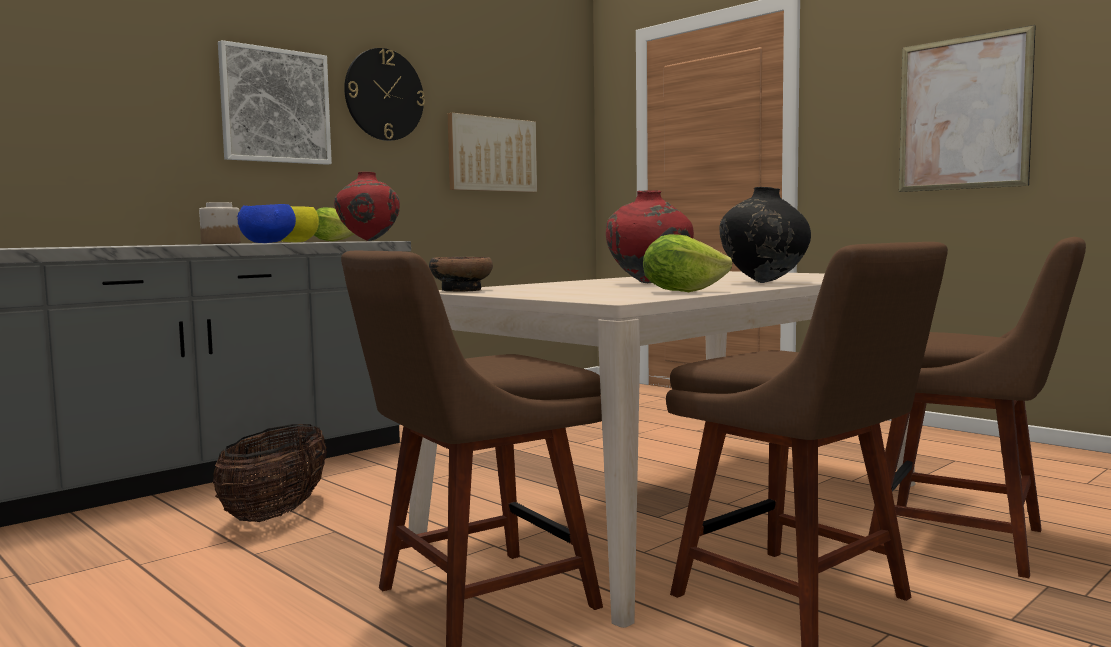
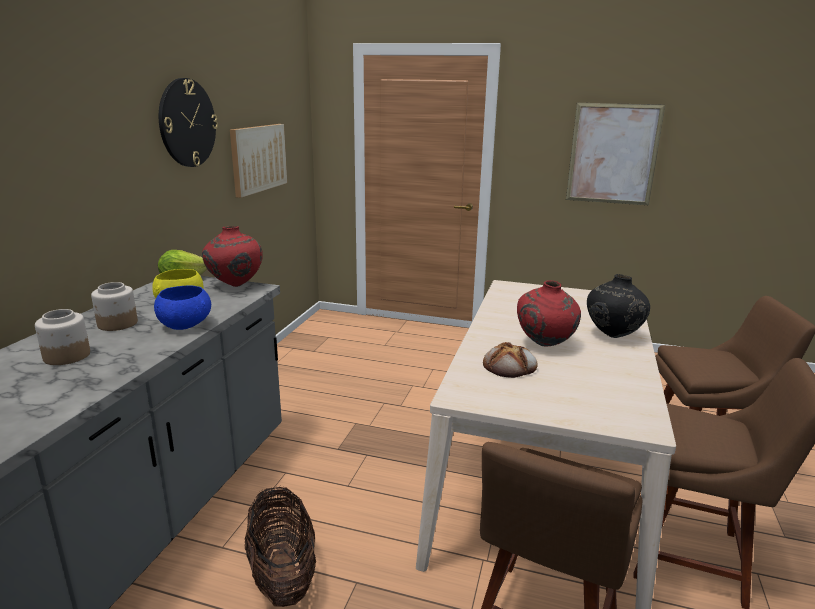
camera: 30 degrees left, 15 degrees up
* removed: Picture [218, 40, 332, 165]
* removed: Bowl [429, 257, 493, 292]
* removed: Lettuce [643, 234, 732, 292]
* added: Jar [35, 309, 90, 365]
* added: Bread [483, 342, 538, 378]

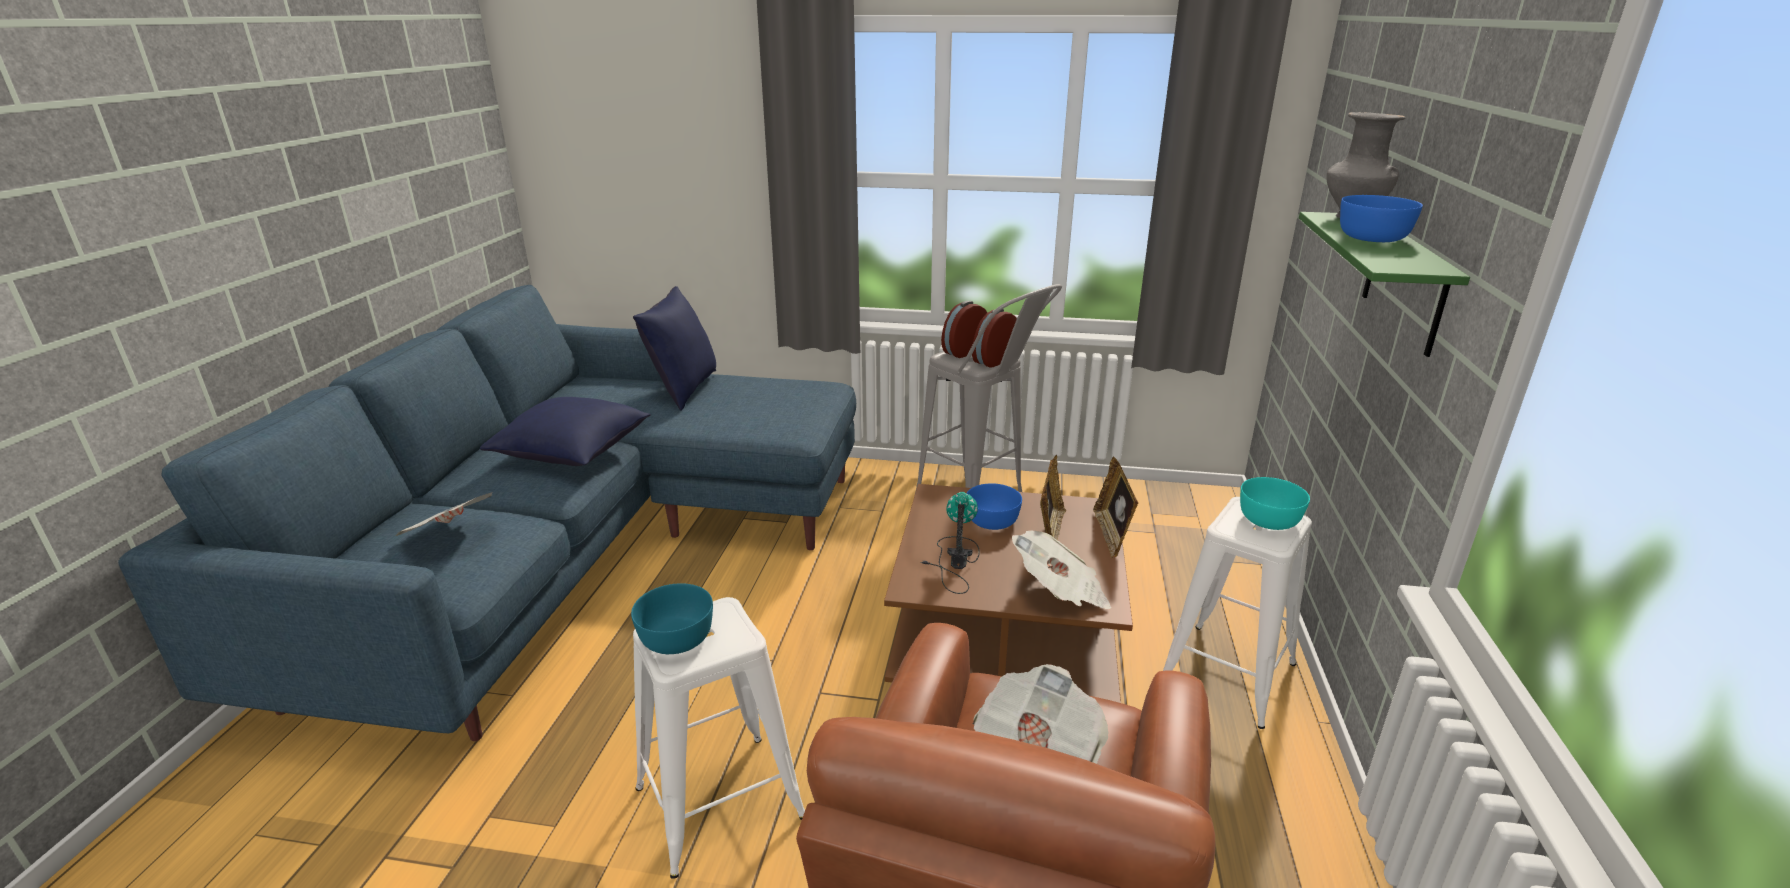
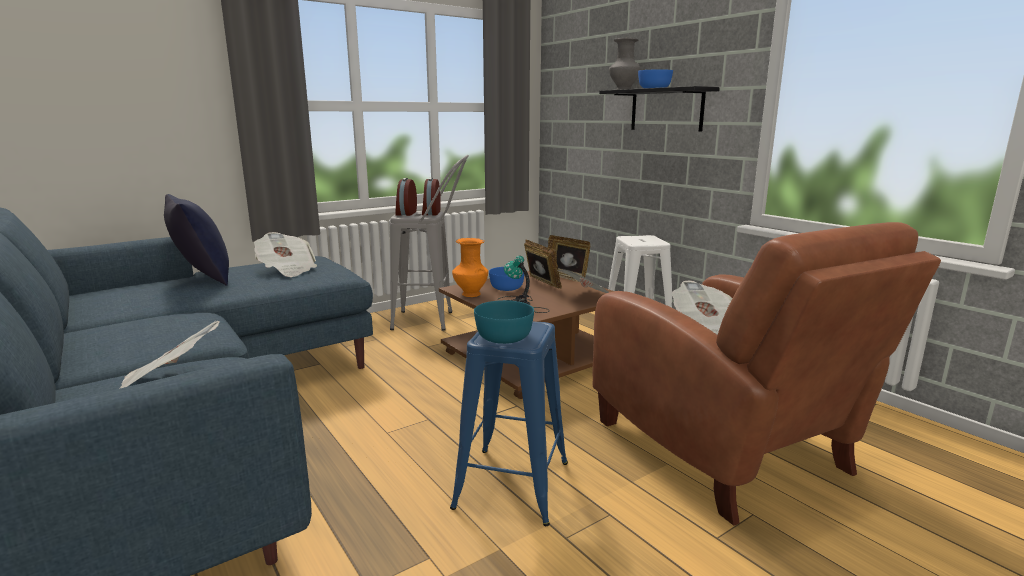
camera: 45 degrees left, 10 degrees down
* removed: BluePillow [480, 397, 651, 466]
* recoloured: WhiteStool [633, 597, 805, 879] to BlueStool [450, 322, 568, 526]
* removed: TurquoiseBowl [1240, 477, 1310, 530]
* recoloured: GreenShelf [1299, 212, 1470, 357] to BlackShelf [599, 86, 720, 131]
* added: Newspaper [254, 232, 317, 277]
* added: OrangeVase [452, 238, 488, 297]

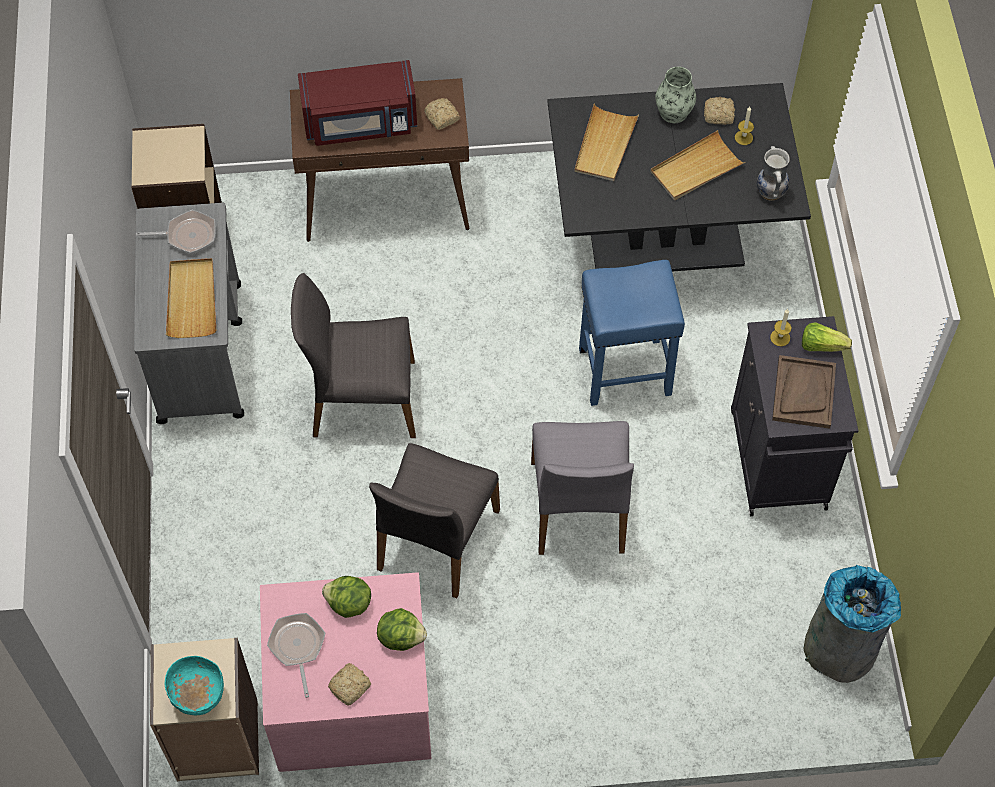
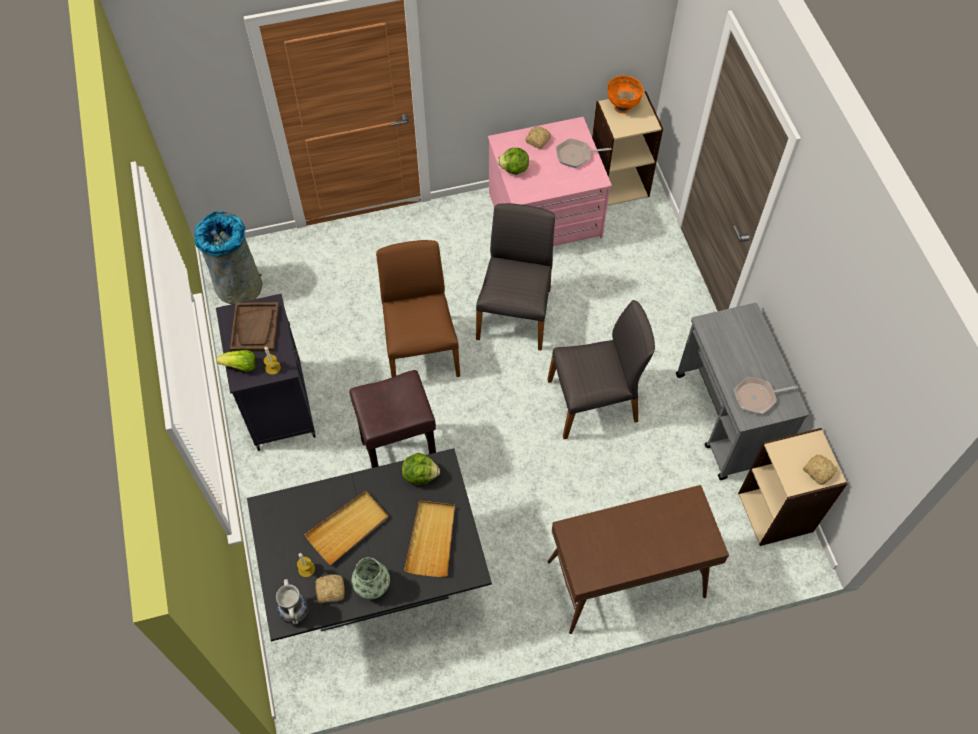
camera: 170 degrees right, 0 degrees up
* recoloured: TurquoiseBowl [165, 656, 224, 716] to OrangeBowl [608, 76, 644, 113]
* removed: BeigeTray [166, 258, 216, 338]
* turned: FryingPan [267, 613, 325, 698] = [556, 138, 612, 168] 105 degrees clockwise
* removed: RedMicrowave [298, 60, 417, 146]
* moved: Lettuce [322, 576, 371, 618] to [402, 453, 440, 485]
* moved: Bread [424, 98, 460, 130] to [803, 455, 836, 485]
* recoloured: GreyChair [531, 421, 634, 555] to BrownChair [376, 240, 460, 377]
* recoloured: BlueStool [579, 260, 685, 406] to BrownStool [349, 370, 436, 468]
* moved: Vase [757, 146, 790, 201] to [276, 579, 308, 624]

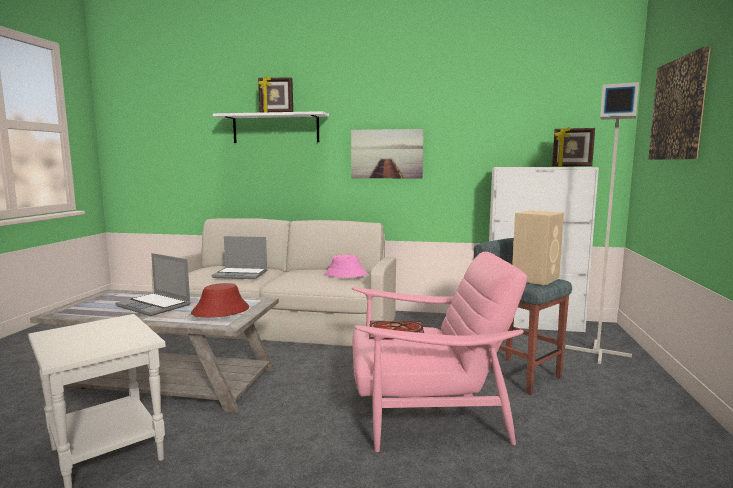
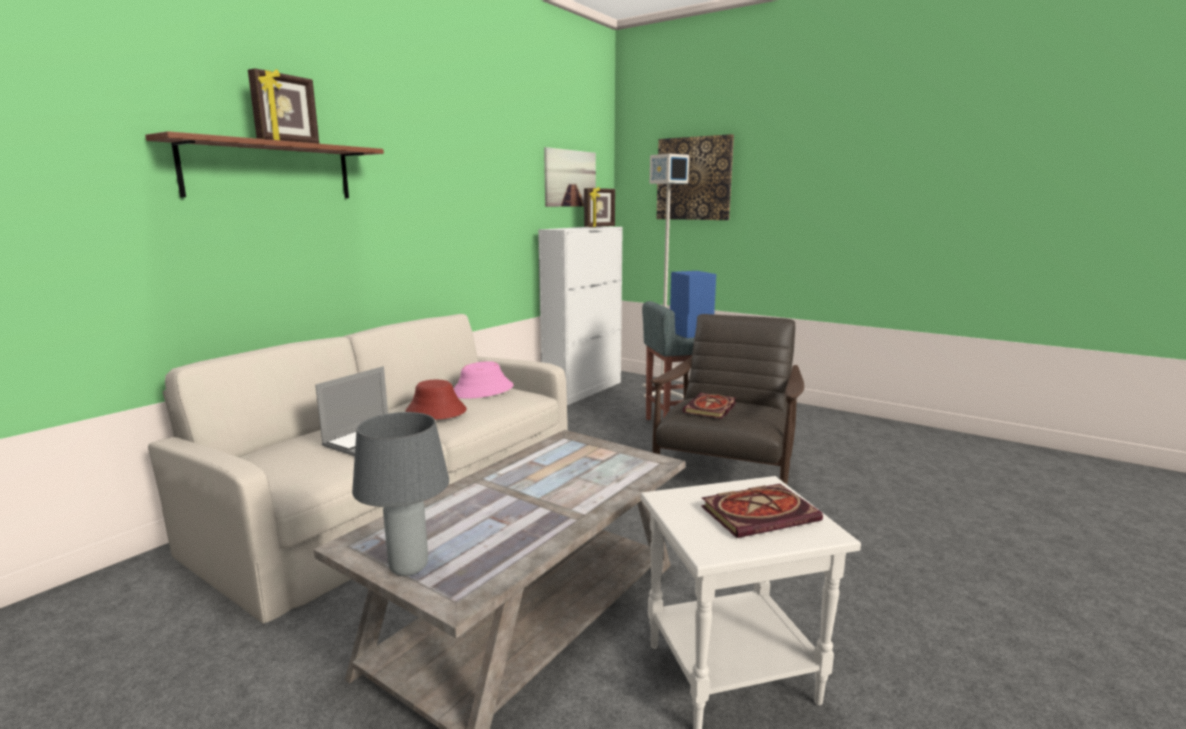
camera: 65 degrees left, 5 degrees up
* removed: Laptop [115, 253, 191, 316]
* moved: RedHat [191, 283, 249, 318] to [406, 380, 467, 420]
* recoloured: WhiteShelf [213, 111, 329, 143] to BrownShelf [145, 131, 384, 198]
* moved: Picture [351, 129, 424, 179] to [544, 147, 596, 207]
* recoloured: PinkArmchair [352, 252, 527, 452] to BrownArmchair [650, 314, 804, 485]
* recoloured: BeigeSpeaker [512, 210, 564, 285] to BlueSpeaker [670, 271, 716, 338]
* added: GreyTableLamp [352, 412, 449, 576]
* added: Book [701, 484, 823, 538]

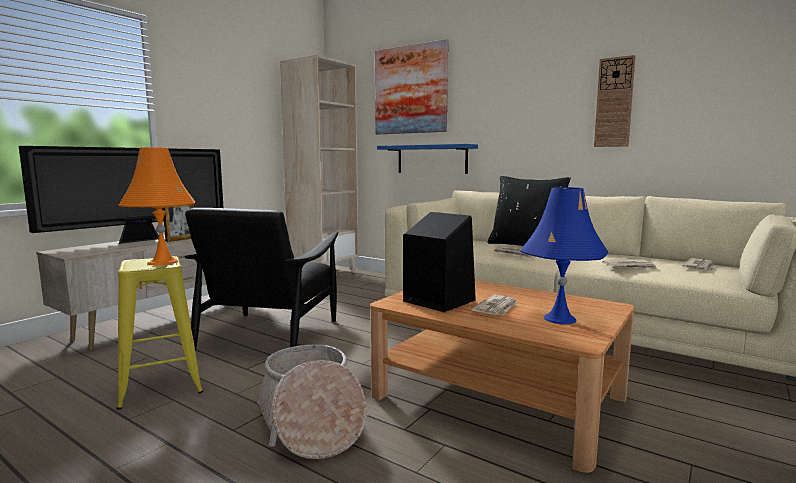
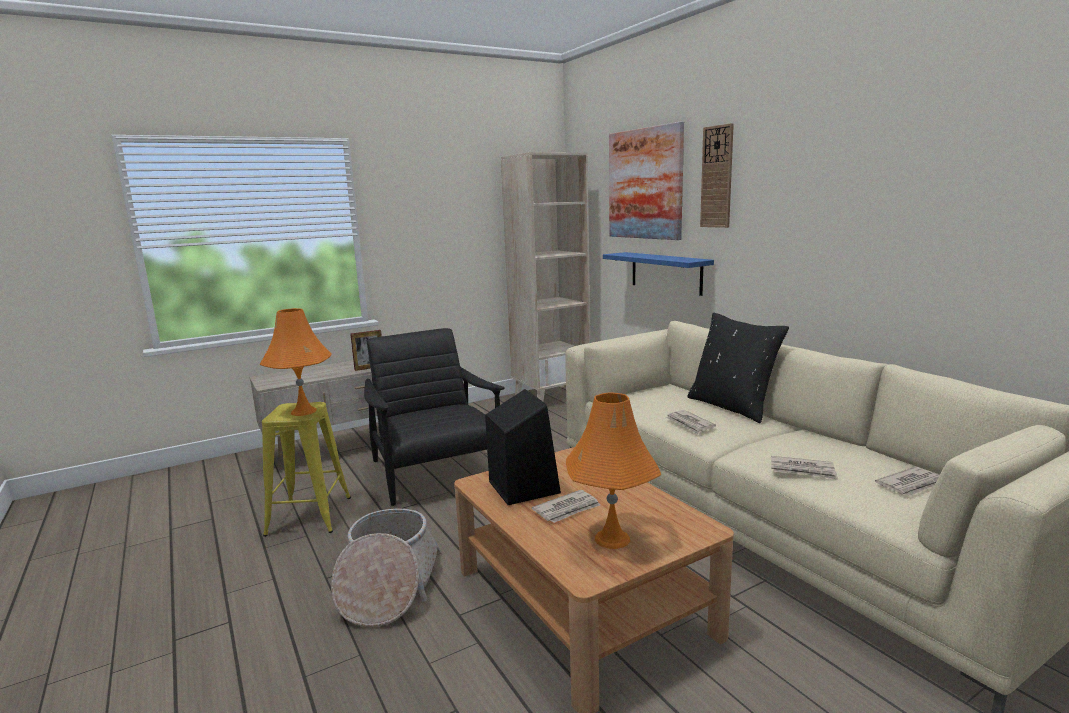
camera: 25 degrees right, 5 degrees up
* removed: Television [19, 146, 223, 244]
* turned: BlackArmchair [185, 208, 338, 351] = [364, 328, 505, 506] 120 degrees clockwise
* recoloured: BlueTableLamp [520, 187, 608, 324] to OrangeTableLamp [566, 392, 661, 549]
* moved: WallClock [594, 55, 636, 147] to [700, 123, 734, 228]

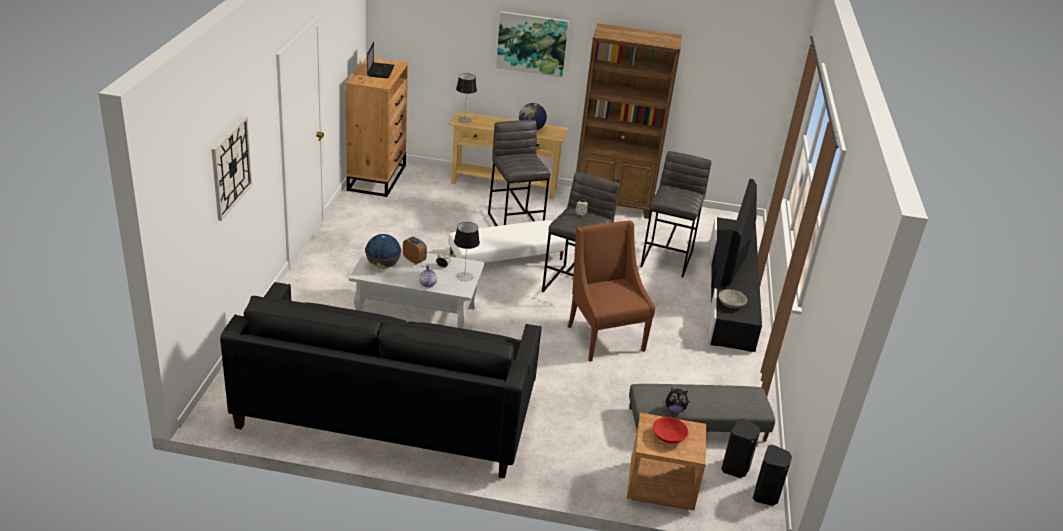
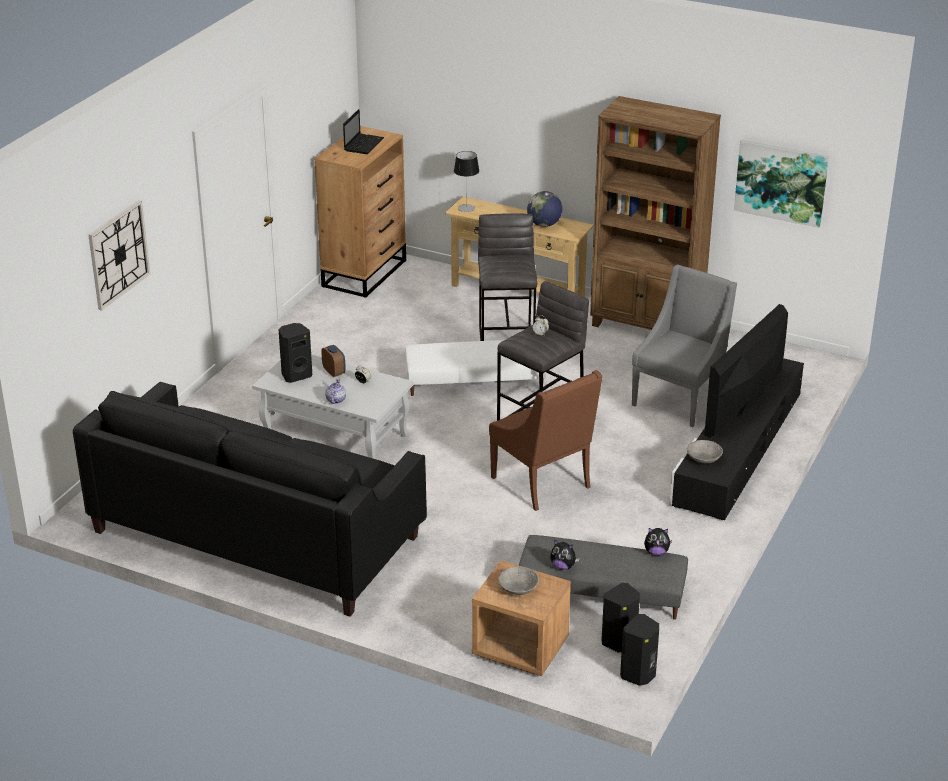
camera: 20 degrees right, 0 degrees up
* replaced: Globe [365, 234, 402, 269] to BlackSpeaker [278, 323, 312, 383]
* removed: TableLamp [454, 222, 480, 281]
* moved: Picture [496, 11, 569, 77] to [734, 140, 829, 228]
* turned: BrownArmchair [567, 220, 655, 362] = [489, 370, 602, 511] 150 degrees clockwise
* replaced: GreyStool [641, 151, 711, 277] to GreyArmchair [632, 265, 737, 427]
* recoloured: RedBowl [653, 417, 689, 444] to GreyBowl [498, 566, 539, 595]
* added: PlushToy [644, 528, 672, 555]

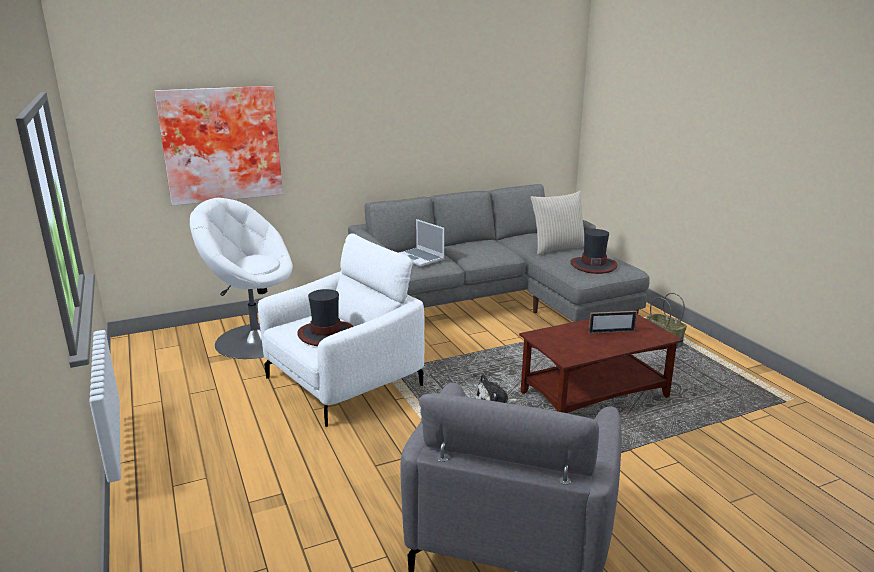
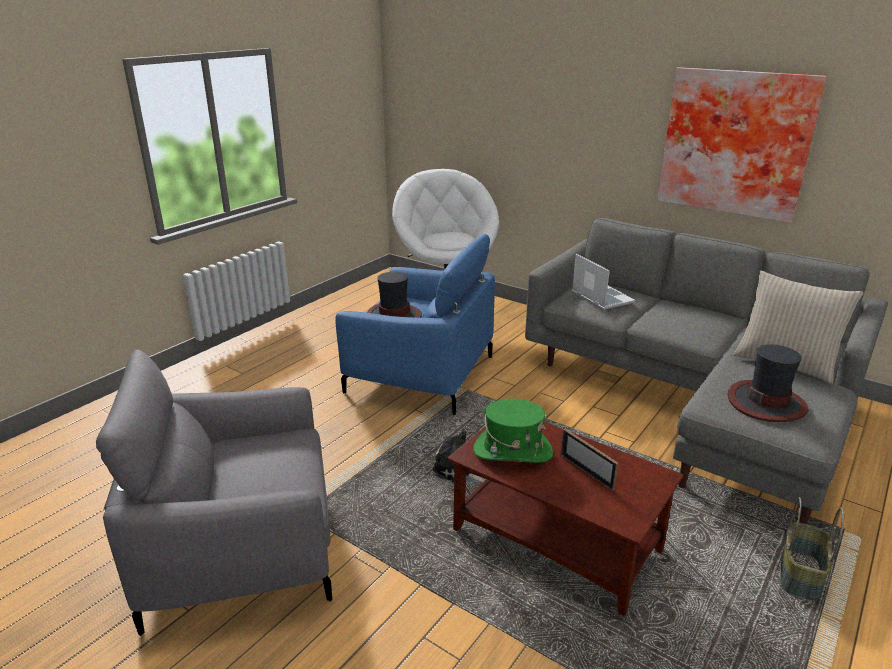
camera: 60 degrees right, 5 degrees up
* moved: Picture [154, 86, 283, 206] to [657, 67, 827, 223]
* recoloured: WhiteArmchair [258, 233, 424, 427] to BlueArmchair [335, 234, 495, 415]
* turned: Laptop [399, 219, 444, 267] = [572, 254, 635, 310] 135 degrees clockwise
* added: GreenHat [473, 399, 553, 463]

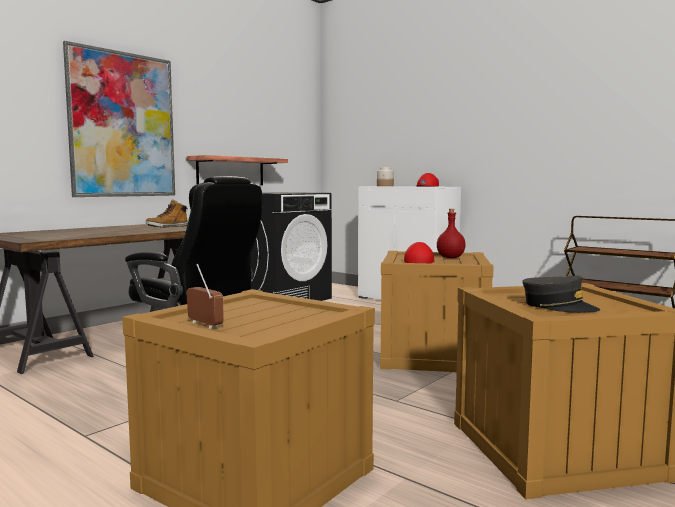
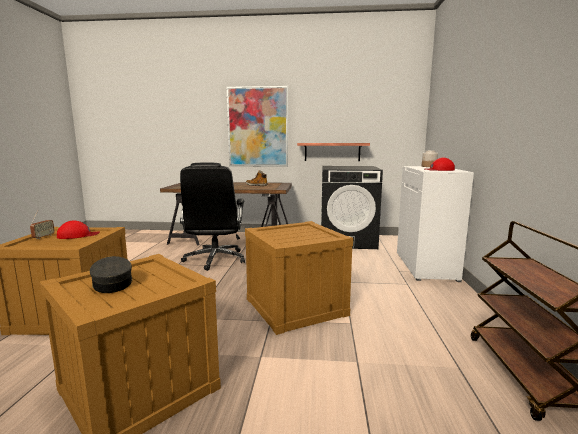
camera: 55 degrees right, 5 degrees up
* moved: RedCap [404, 242, 434, 263] to [57, 221, 100, 239]
* removed: RedBottle [437, 209, 466, 258]
* turned: GreyCap [522, 276, 600, 312] = [90, 256, 133, 293] 150 degrees clockwise

